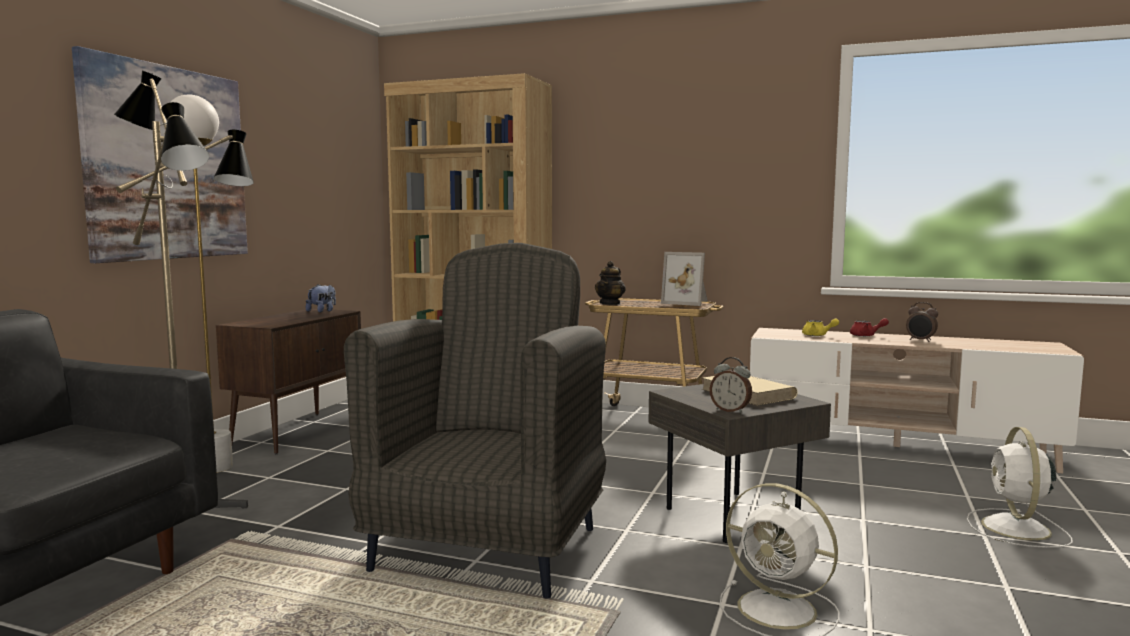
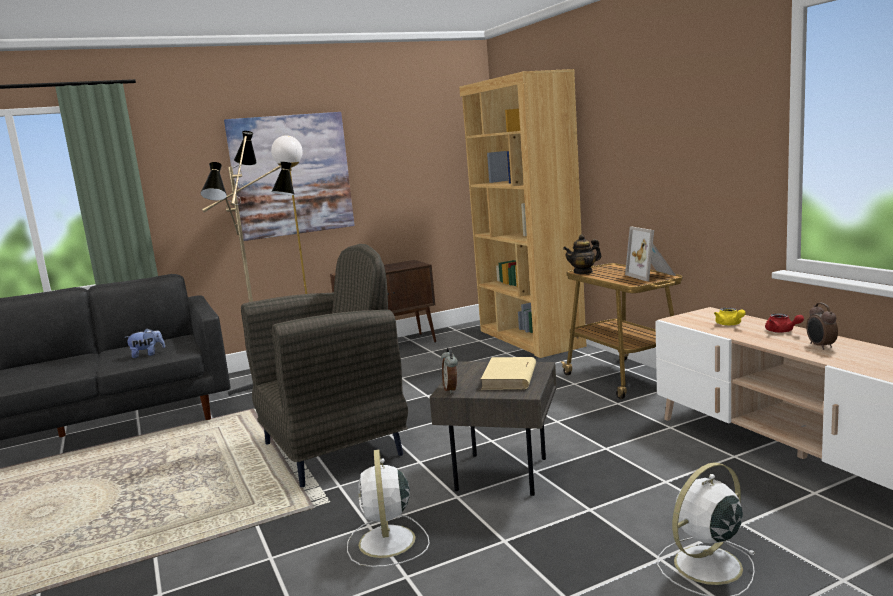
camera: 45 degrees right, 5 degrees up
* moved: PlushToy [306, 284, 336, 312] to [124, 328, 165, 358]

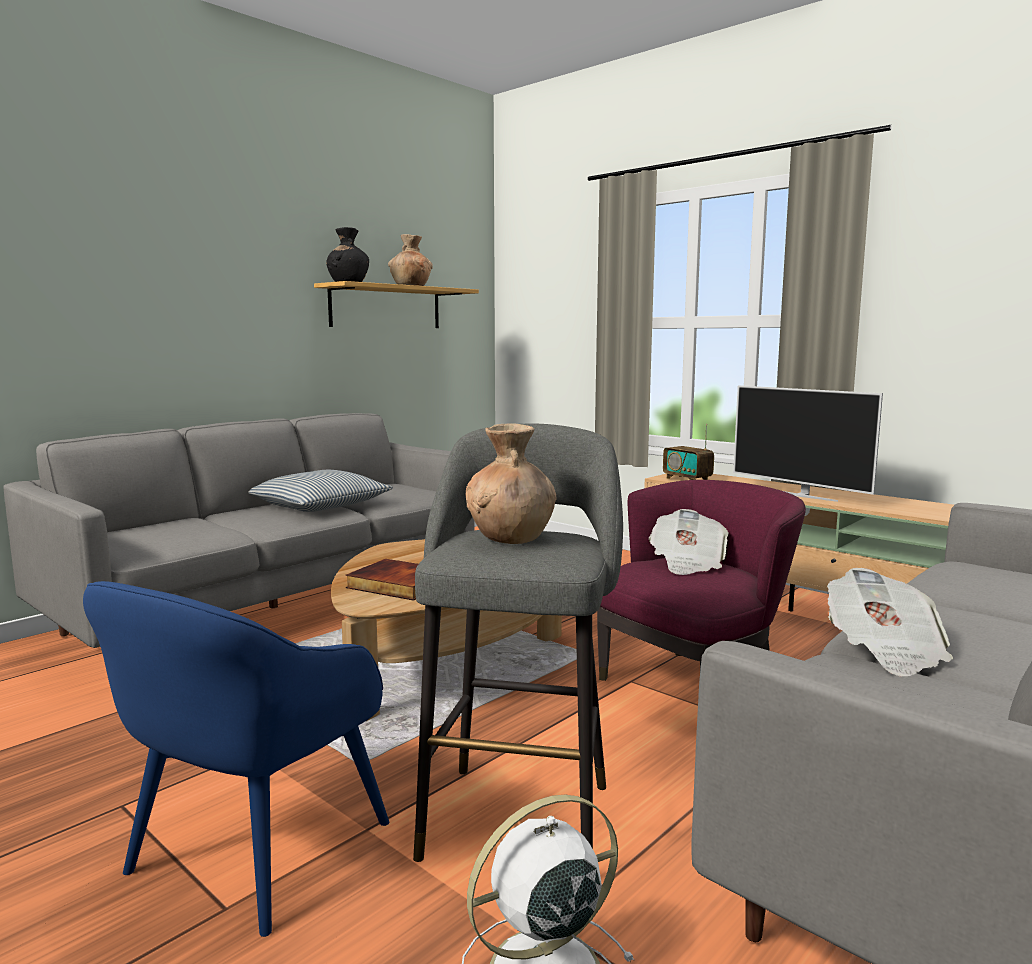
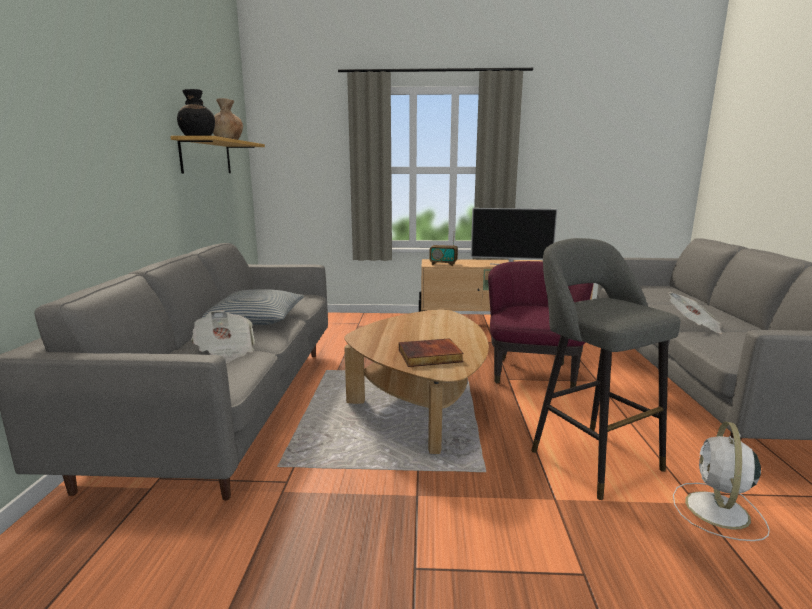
camera: 40 degrees left, 5 degrees up
* removed: BlueArmchair [83, 581, 389, 937]
* removed: BrownVase [466, 424, 557, 544]
* moved: Newspaper [649, 509, 728, 575] to [191, 310, 255, 363]

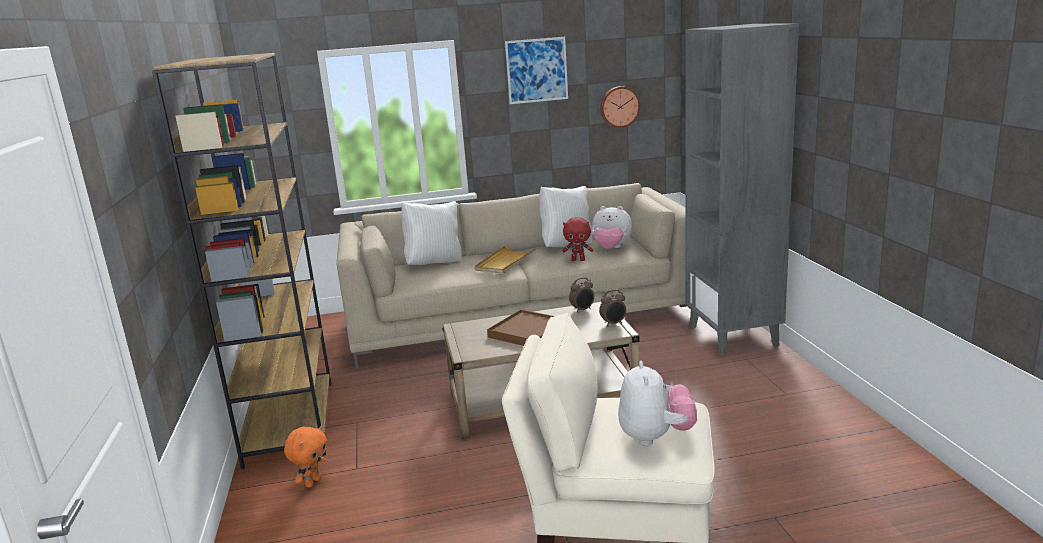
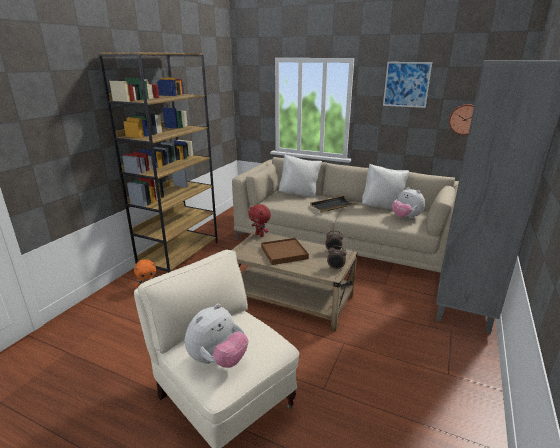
camera: 35 degrees right, 5 degrees up
* recoloured: BeigeTray [474, 246, 536, 274] to BlackTray [310, 196, 357, 213]
* moved: RedPlushToy [563, 217, 593, 261] to [248, 204, 271, 237]

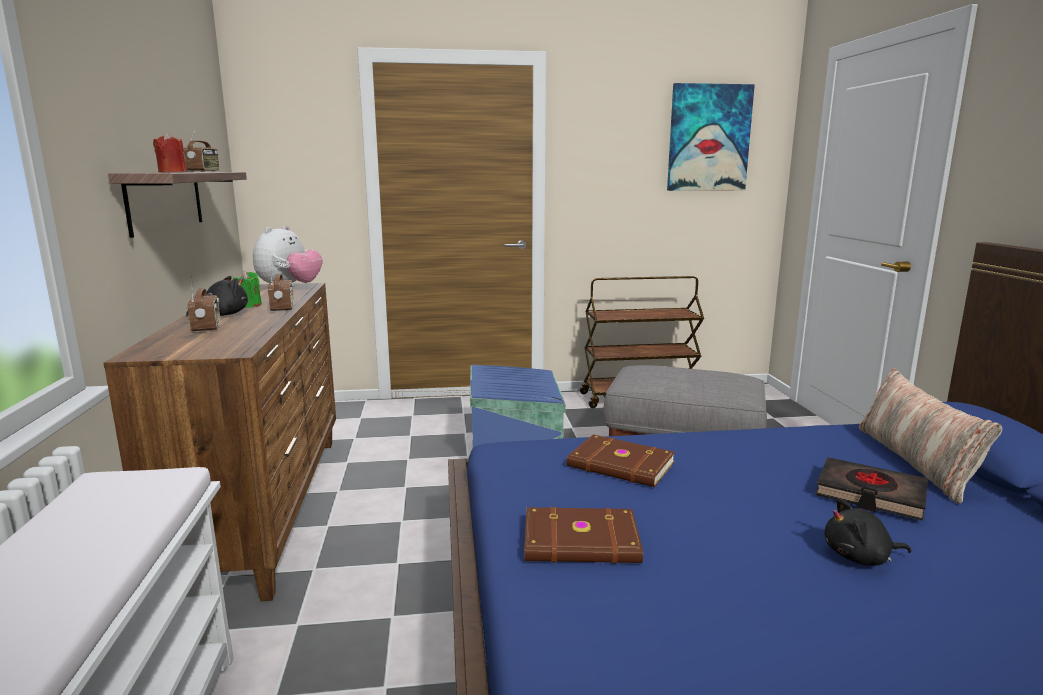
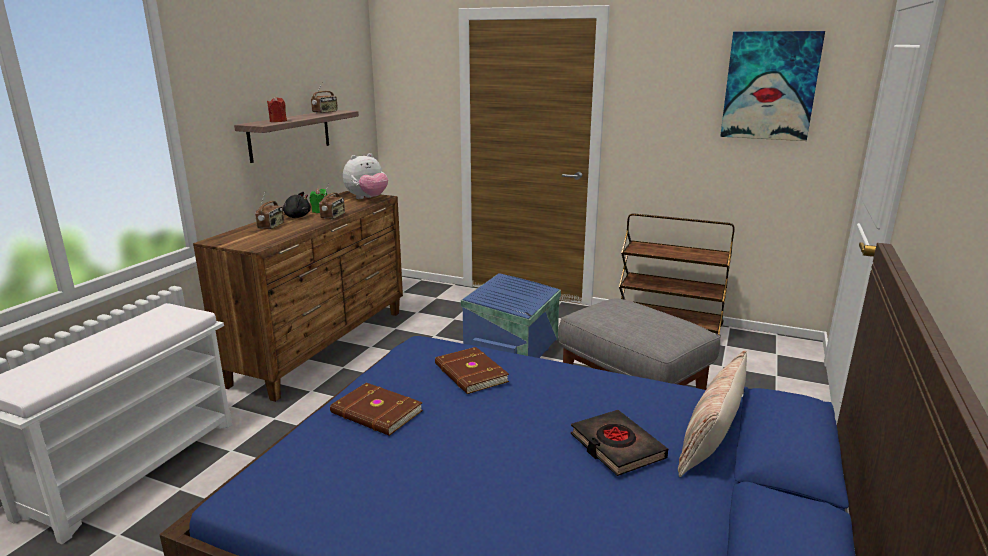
camera: 30 degrees right, 5 degrees up
* removed: BlackPlushToy [824, 498, 912, 566]

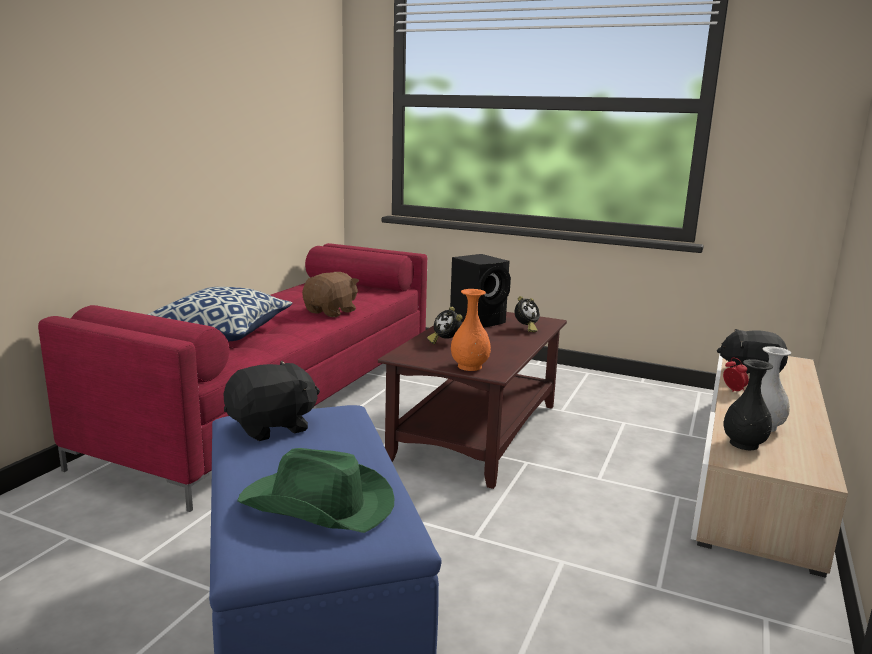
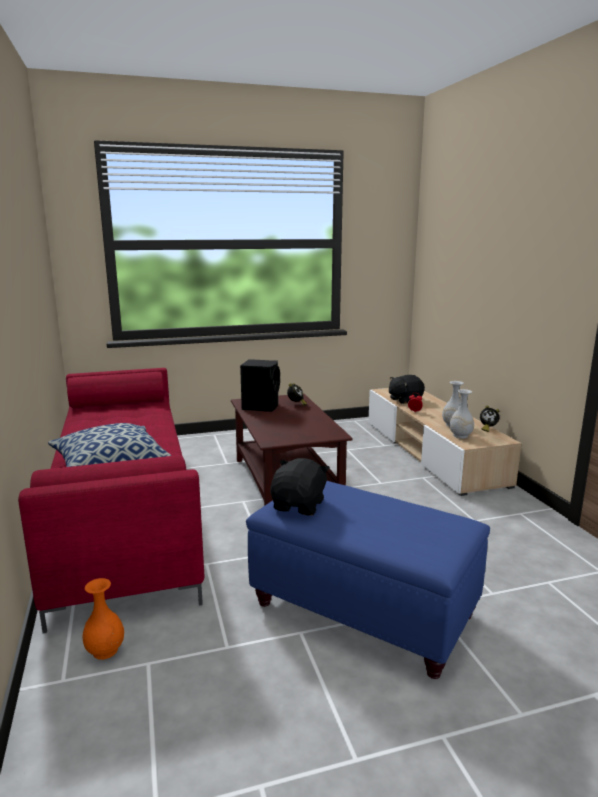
camera: 40 degrees left, 0 degrees up
* removed: GreenHat [237, 448, 394, 533]
* removed: BrownPlushToy [302, 272, 359, 317]
* moved: AlarmClock [427, 307, 463, 344] to [480, 406, 499, 432]
* moved: OrangeVase [451, 289, 491, 371] to [83, 578, 124, 660]
* recoloured: BlackVase [724, 359, 773, 450] to WhiteVase [449, 389, 474, 438]

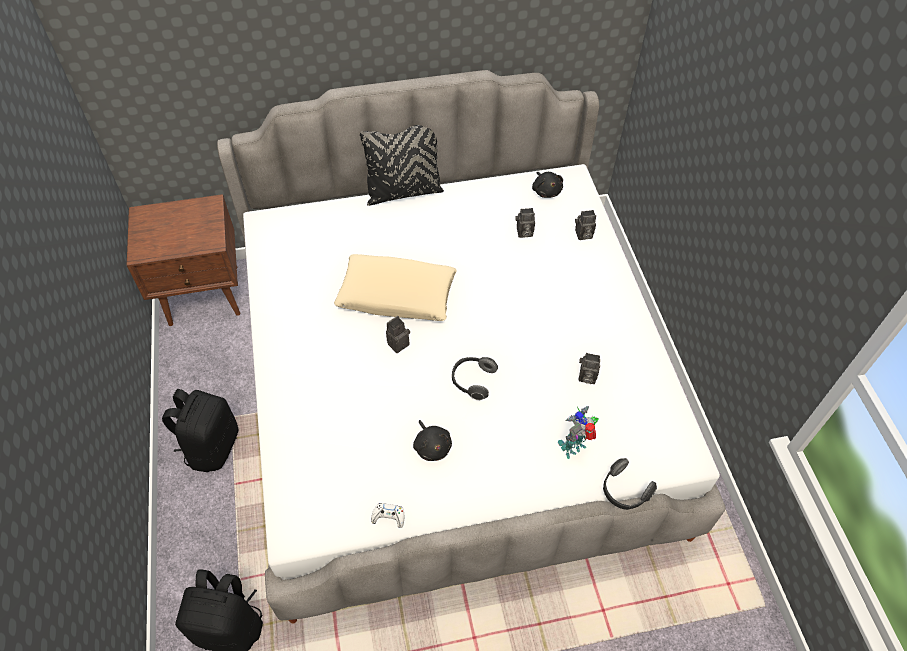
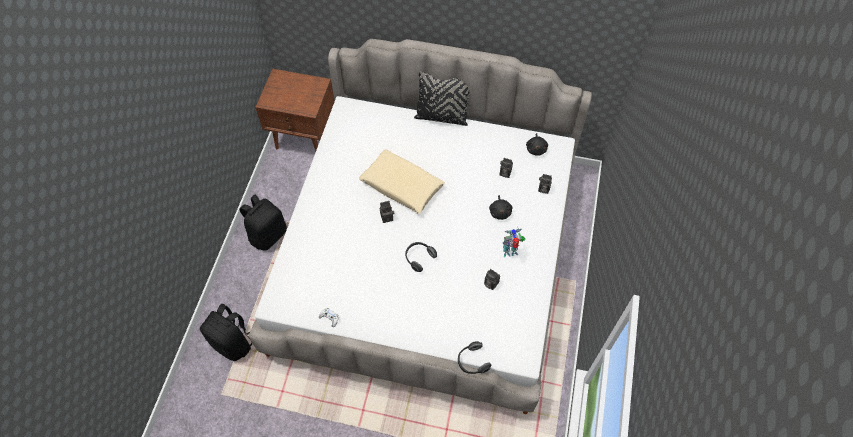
camera: 25 degrees right, 5 degrees up
* moved: BlackPlushToy [413, 420, 452, 461] to [489, 195, 512, 220]
* moved: ToyRobot [558, 406, 599, 459] to [503, 229, 525, 257]

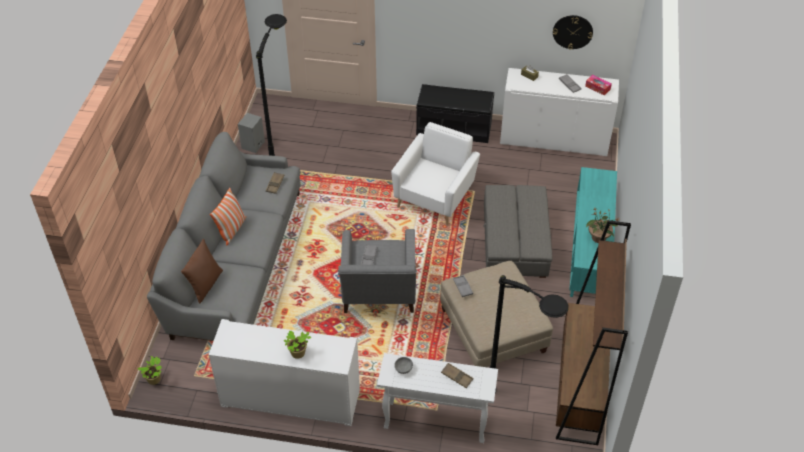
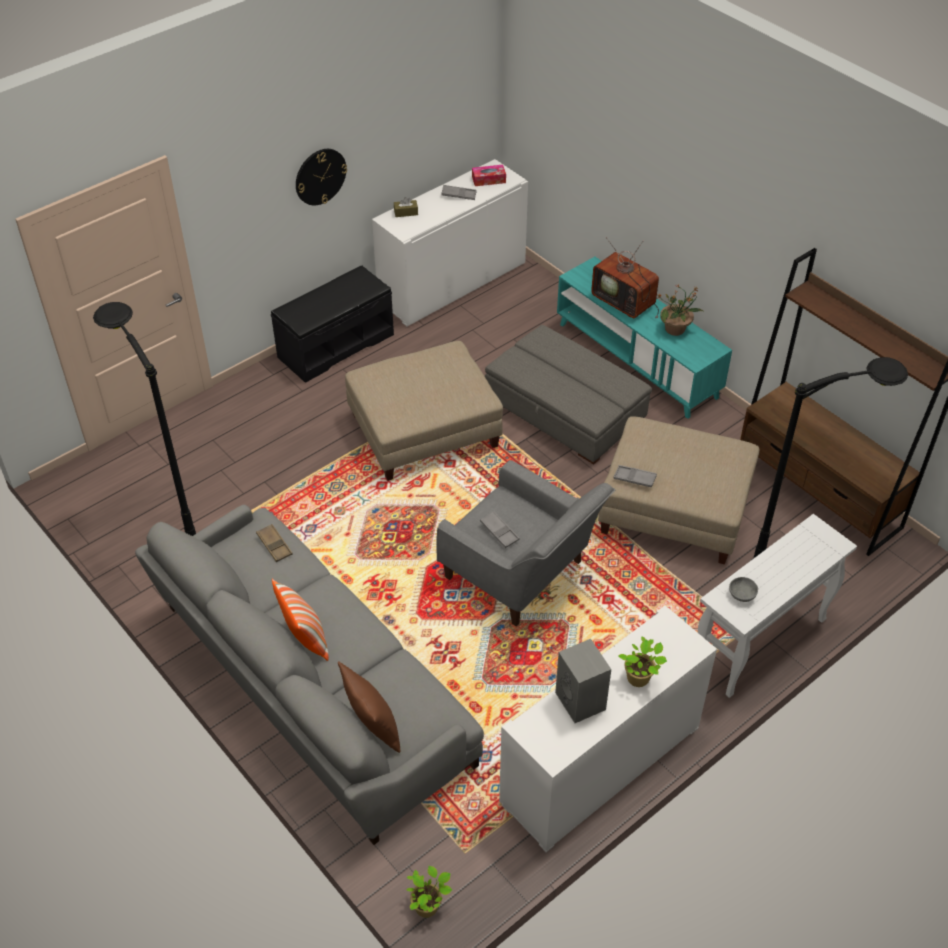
camera: 50 degrees left, 0 degrees up
* moved: GreySpeaker [238, 113, 265, 153] to [555, 639, 611, 723]
* replaced: WhiteArmchair [391, 122, 480, 226] to BeigeOttoman [345, 341, 503, 481]
* removed: BrownTray [441, 363, 473, 388]
* moved: WallClock [553, 15, 593, 50] to [296, 149, 347, 205]
* added: Television [591, 237, 659, 319]

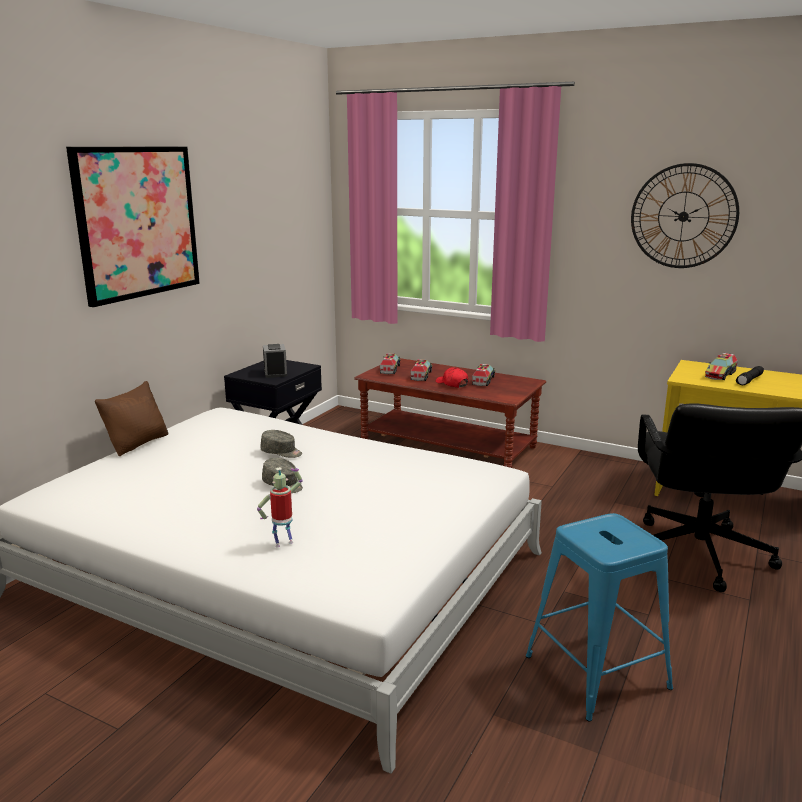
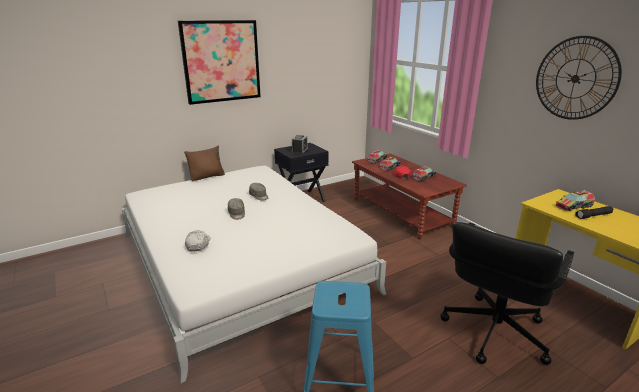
camera: 30 degrees right, 5 degrees up
* replaced: ToyRobot [257, 467, 303, 547] to WhiteCap [185, 230, 211, 252]

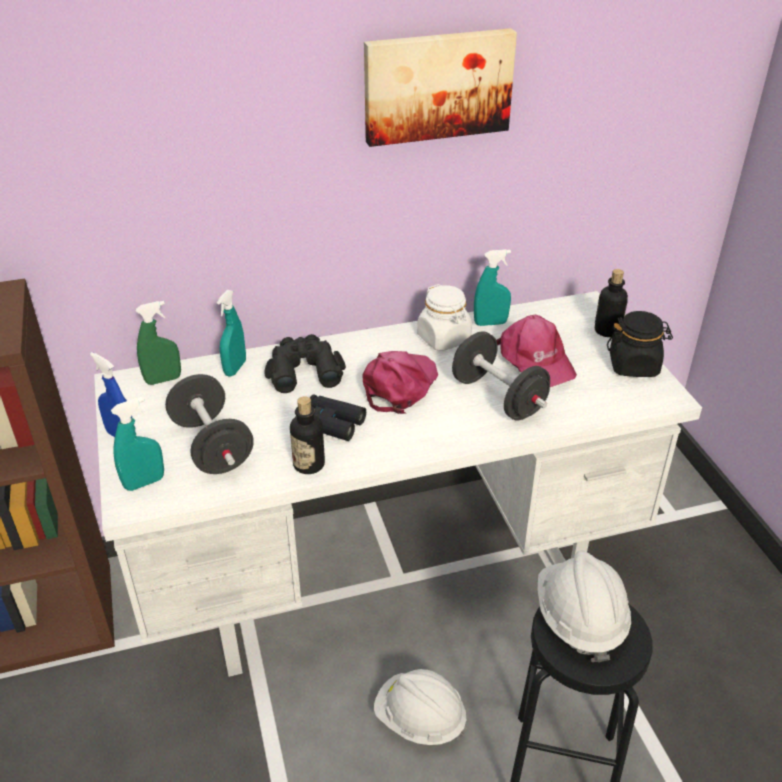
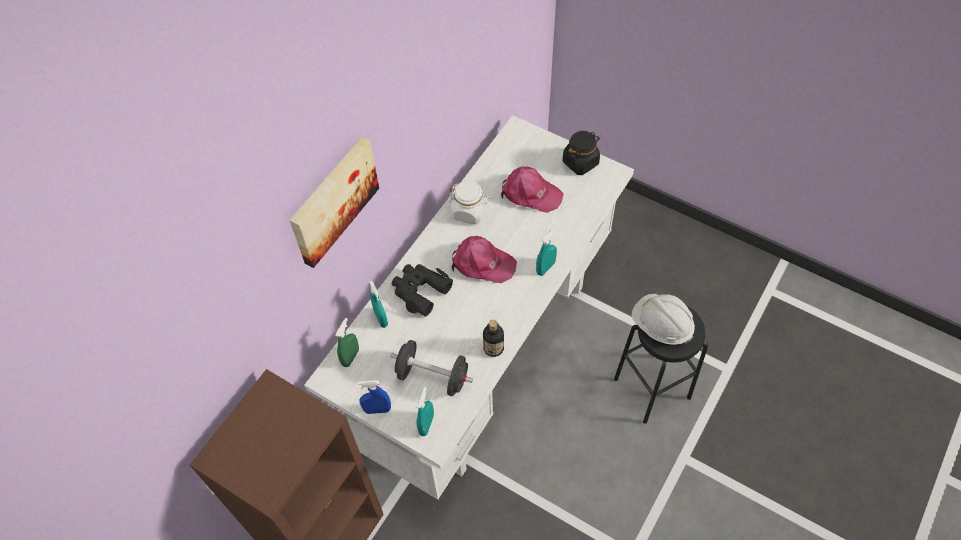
camera: 40 degrees left, 20 degrees up
* removed: BlackBinoculars [310, 394, 366, 441]
* turned: PinkCap [363, 351, 438, 414] = [452, 236, 517, 283] 120 degrees clockwise
* moved: Picture [364, 28, 517, 147] to [290, 138, 379, 268]
* removed: WhiteHardHat [374, 669, 467, 745]
* removed: BlackDumbbell [452, 331, 550, 420]
* moved: TurquoiseSprayBottle [474, 249, 511, 326] to [536, 227, 557, 276]
* removed: Bottle [595, 269, 628, 337]

